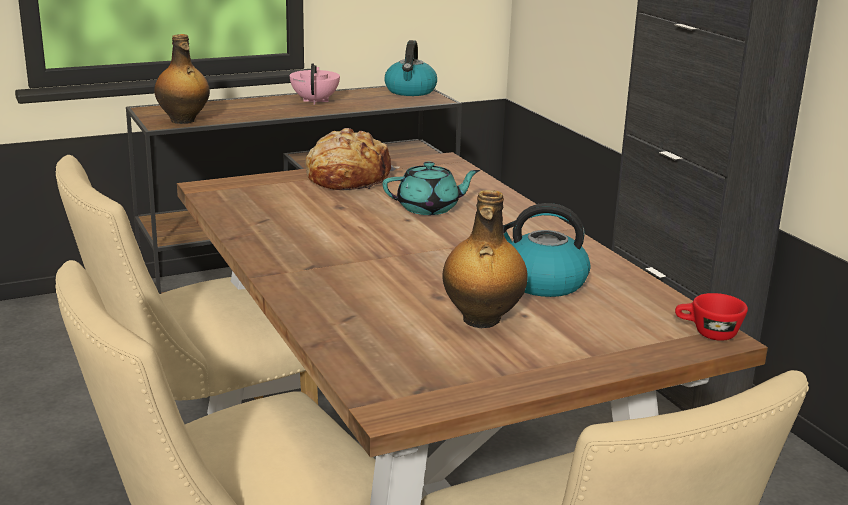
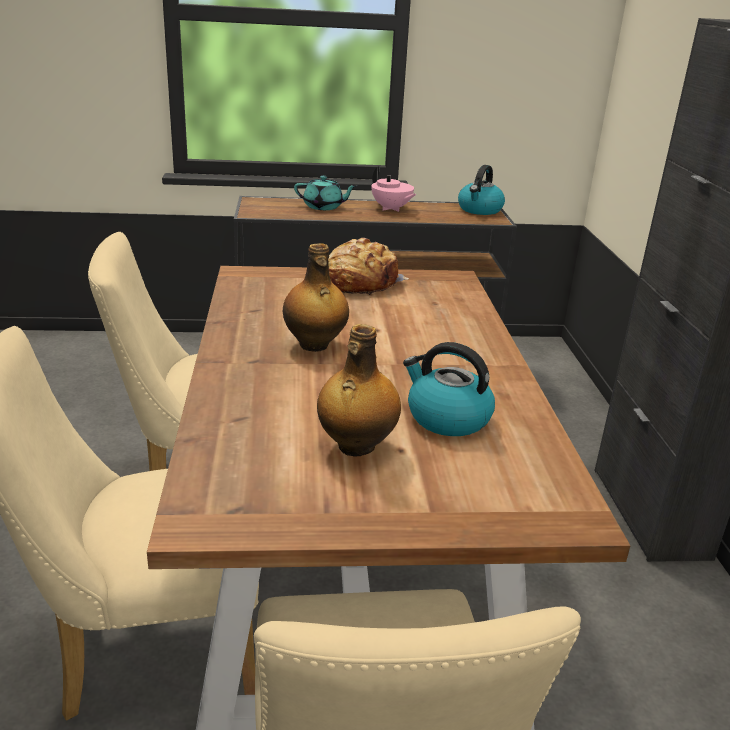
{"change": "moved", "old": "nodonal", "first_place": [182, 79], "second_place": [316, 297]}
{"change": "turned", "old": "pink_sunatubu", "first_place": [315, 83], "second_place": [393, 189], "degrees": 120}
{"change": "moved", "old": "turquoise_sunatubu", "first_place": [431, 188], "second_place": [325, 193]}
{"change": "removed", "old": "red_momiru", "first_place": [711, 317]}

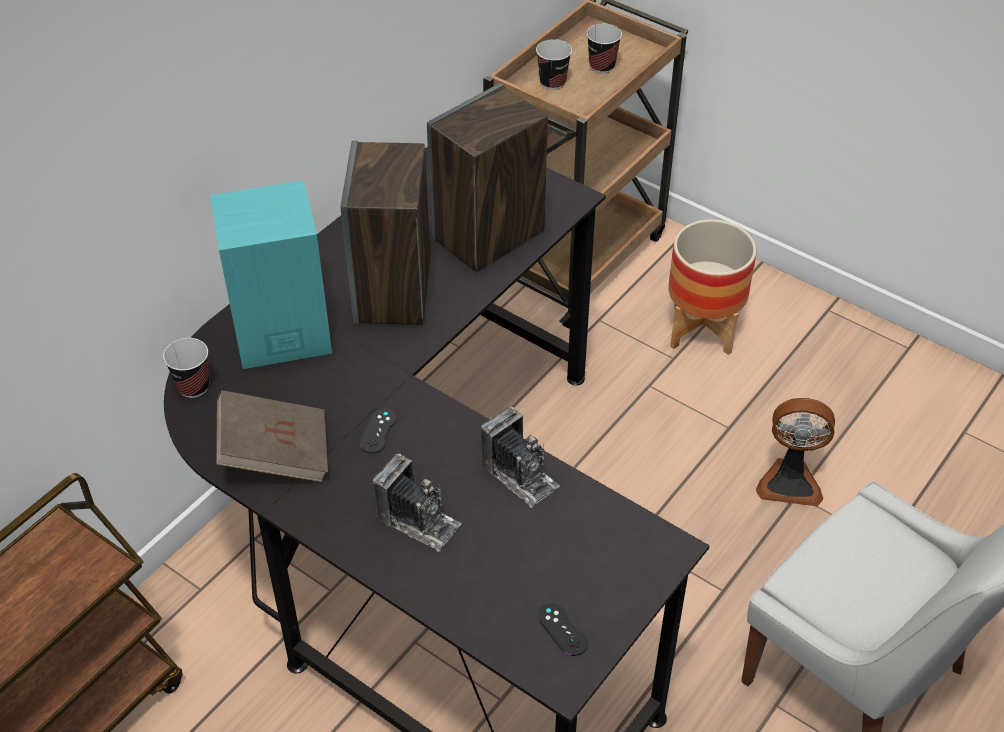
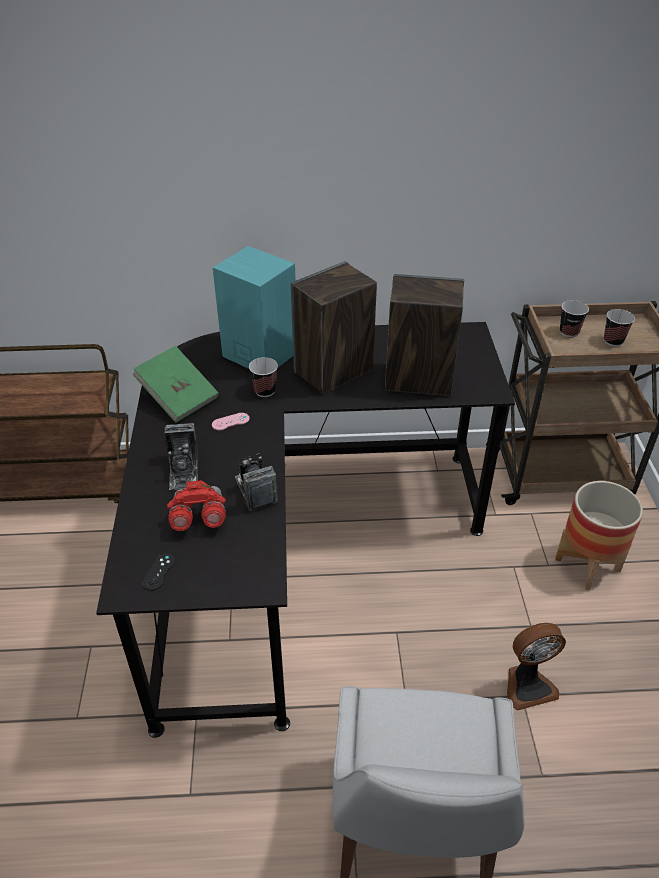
{"change": "moved", "old": "momiru", "first_place": [186, 368], "second_place": [263, 377]}
{"change": "recoloured", "old": "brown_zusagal", "new": "green_zusagal", "first_place": [272, 436], "second_place": [176, 384]}
{"change": "recoloured", "old": "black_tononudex", "new": "pink_tononudex", "first_place": [378, 431], "second_place": [230, 421]}
{"change": "turned", "old": "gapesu", "first_place": [520, 457], "second_place": [256, 482], "degrees": 150}
{"change": "turned", "old": "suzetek", "first_place": [795, 452], "second_place": [536, 667], "degrees": -75}
{"change": "added", "new": "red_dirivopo", "second_place": [196, 505]}

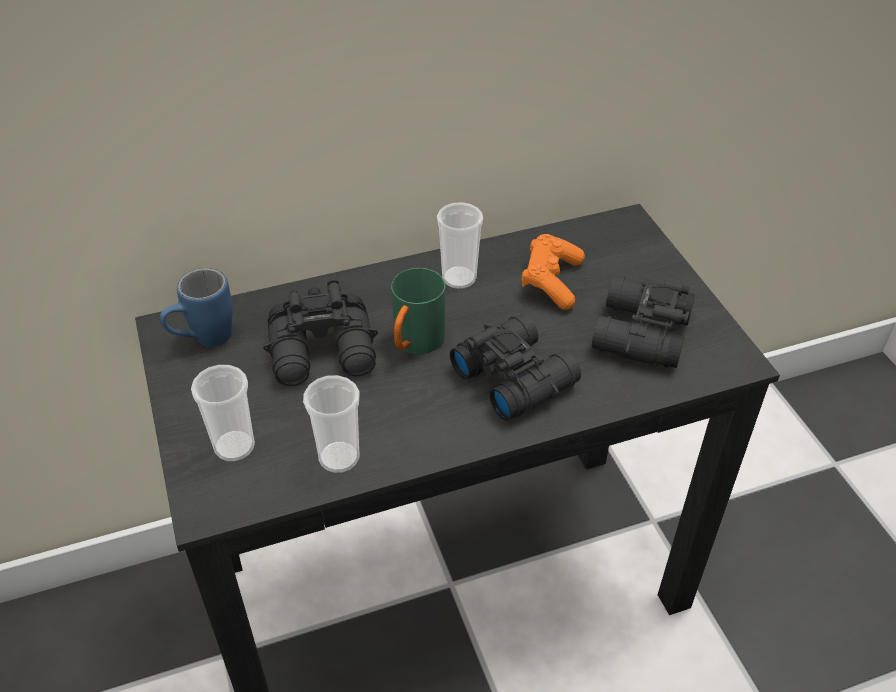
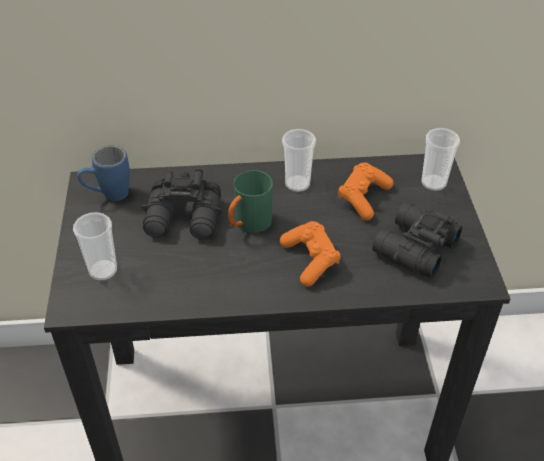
{"change": "moved", "old": "momiru", "first_place": [331, 424], "second_place": [440, 159]}
{"change": "replaced", "old": "black_dirivopo", "new": "orange_tononudex", "first_place": [515, 367], "second_place": [310, 254]}

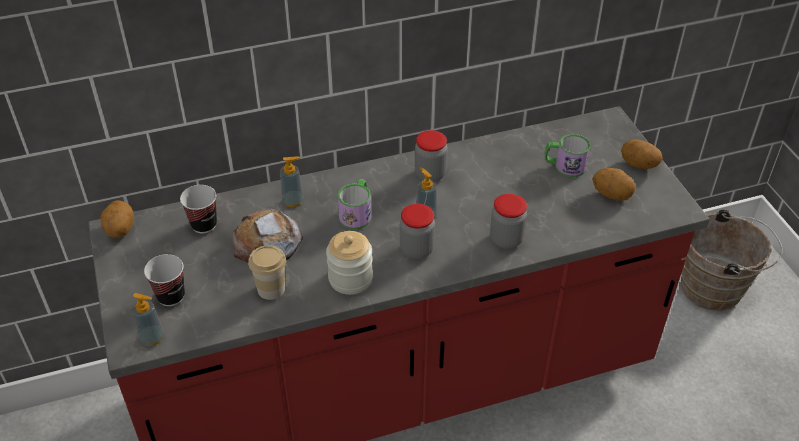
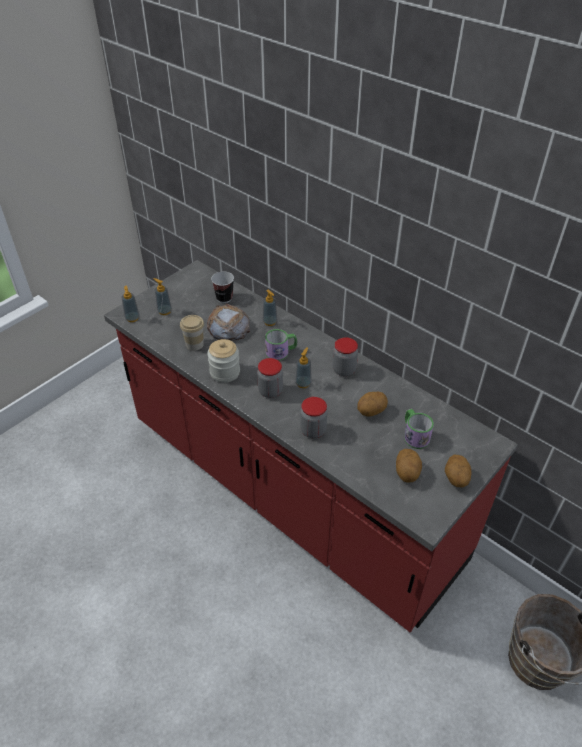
{"change": "moved", "old": "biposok", "first_place": [117, 218], "second_place": [372, 404]}
{"change": "replaced", "old": "momiru", "new": "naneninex", "first_place": [164, 280], "second_place": [163, 296]}

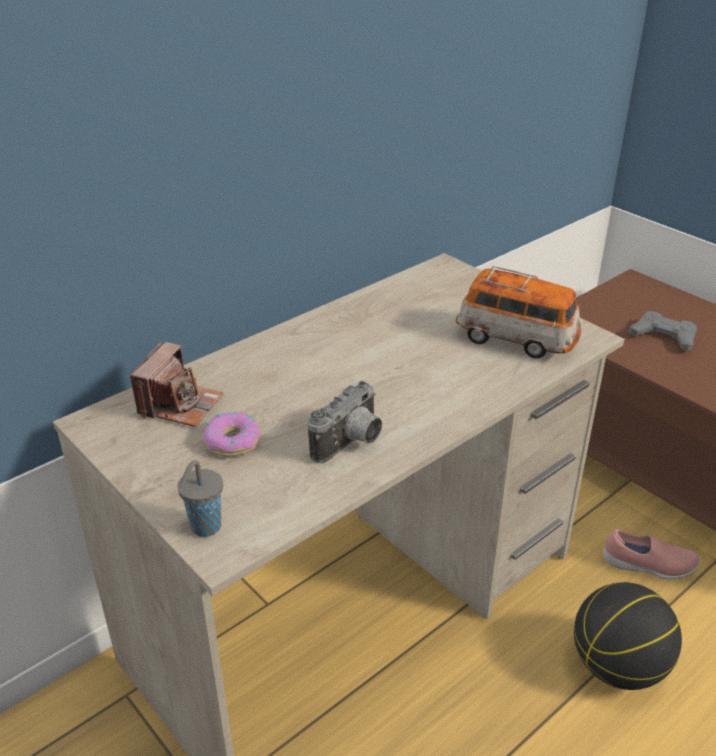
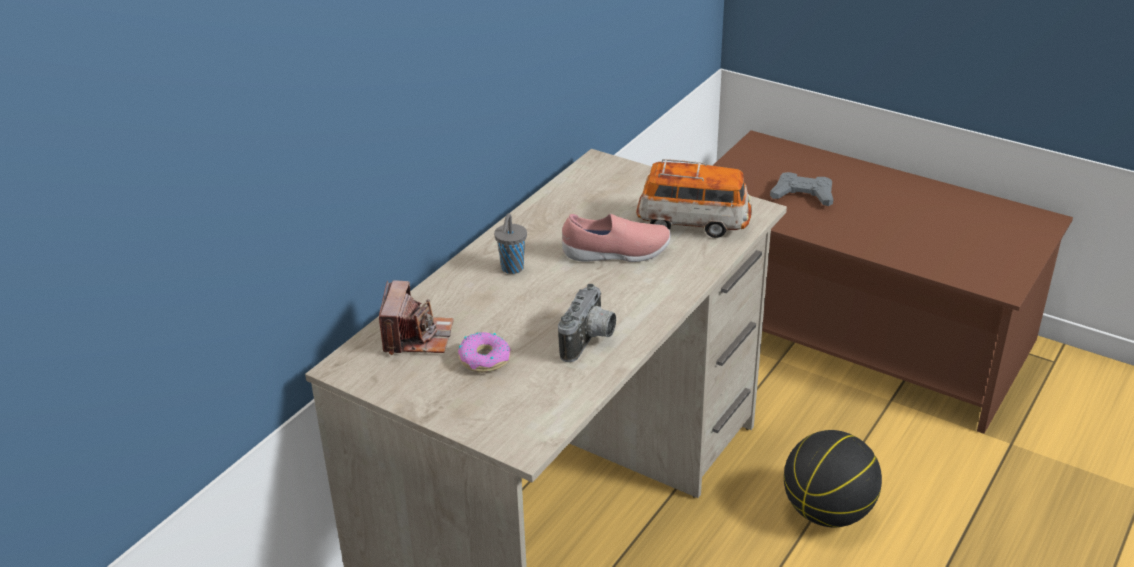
{"change": "moved", "old": "grey_momiru", "first_place": [200, 498], "second_place": [510, 243]}
{"change": "moved", "old": "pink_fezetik", "first_place": [651, 554], "second_place": [616, 238]}

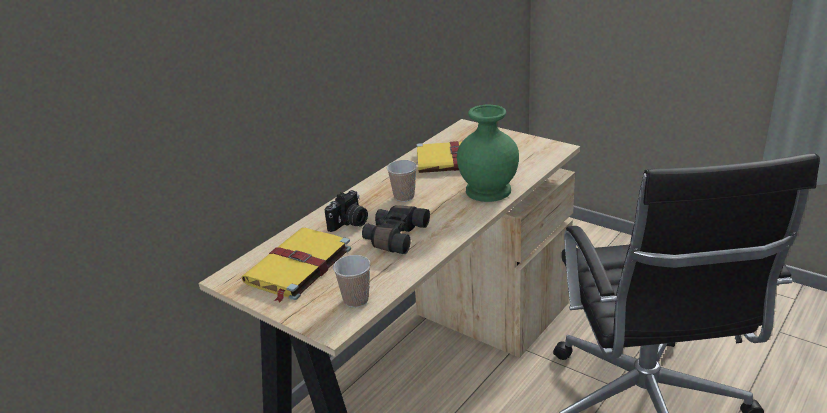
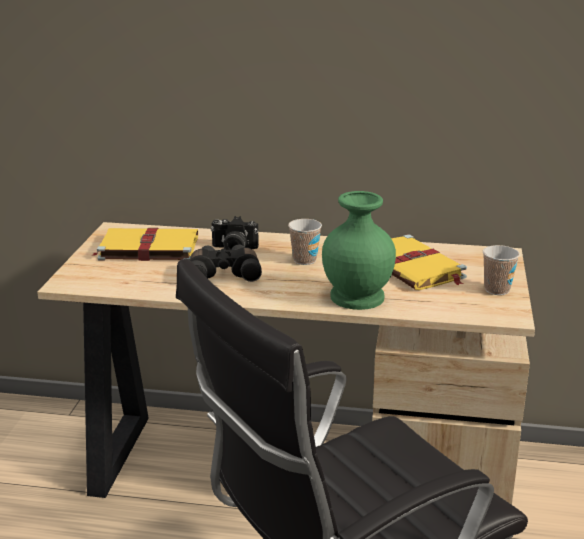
{"change": "moved", "old": "momiru", "first_place": [352, 281], "second_place": [501, 270]}

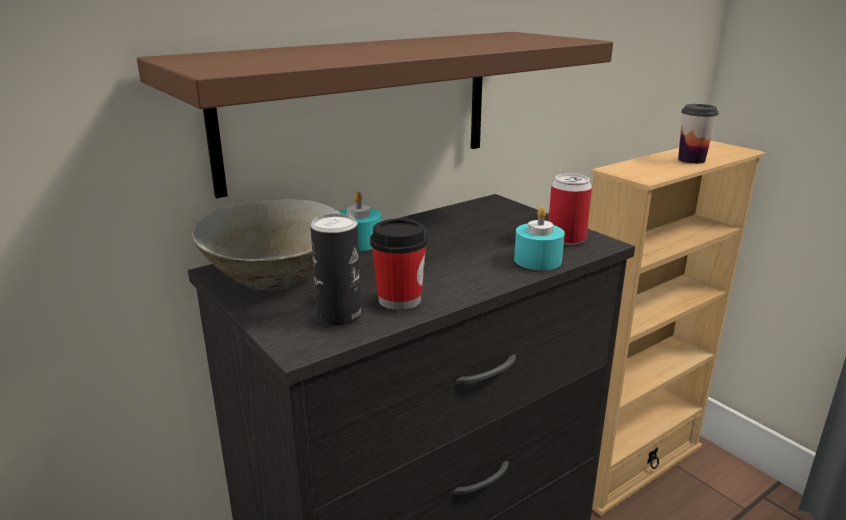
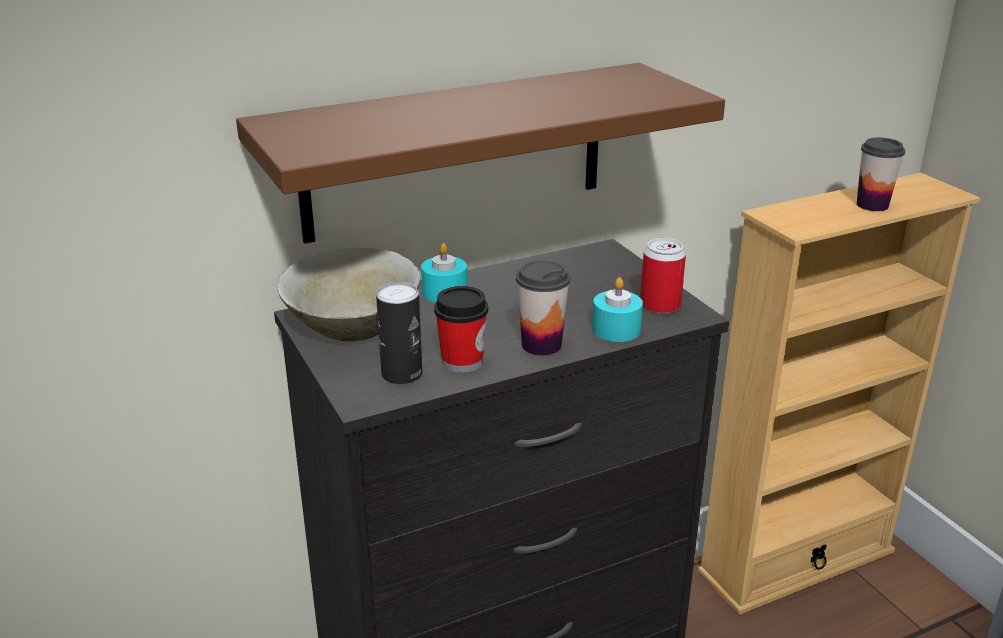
{"change": "added", "new": "momiru", "second_place": [543, 308]}

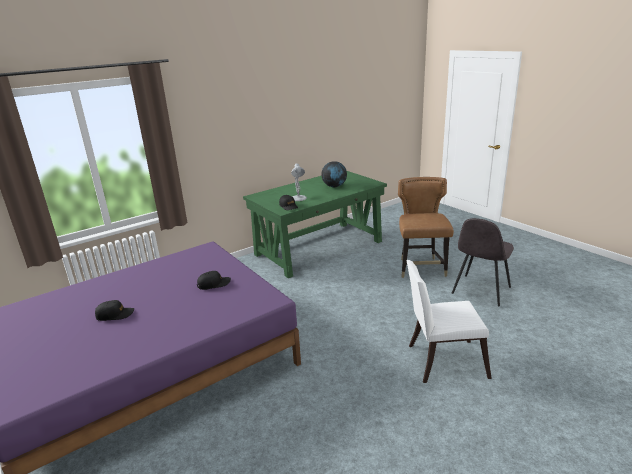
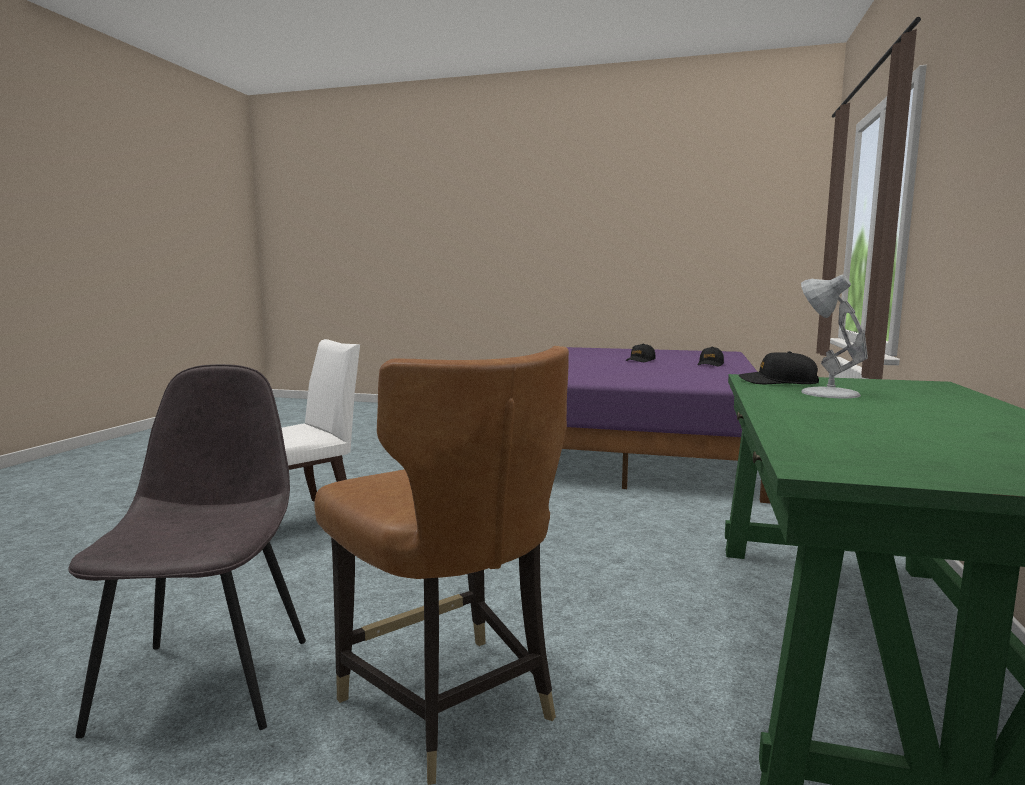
{"change": "moved", "old": "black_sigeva", "first_place": [214, 280], "second_place": [710, 356]}
{"change": "removed", "old": "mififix", "first_place": [334, 174]}

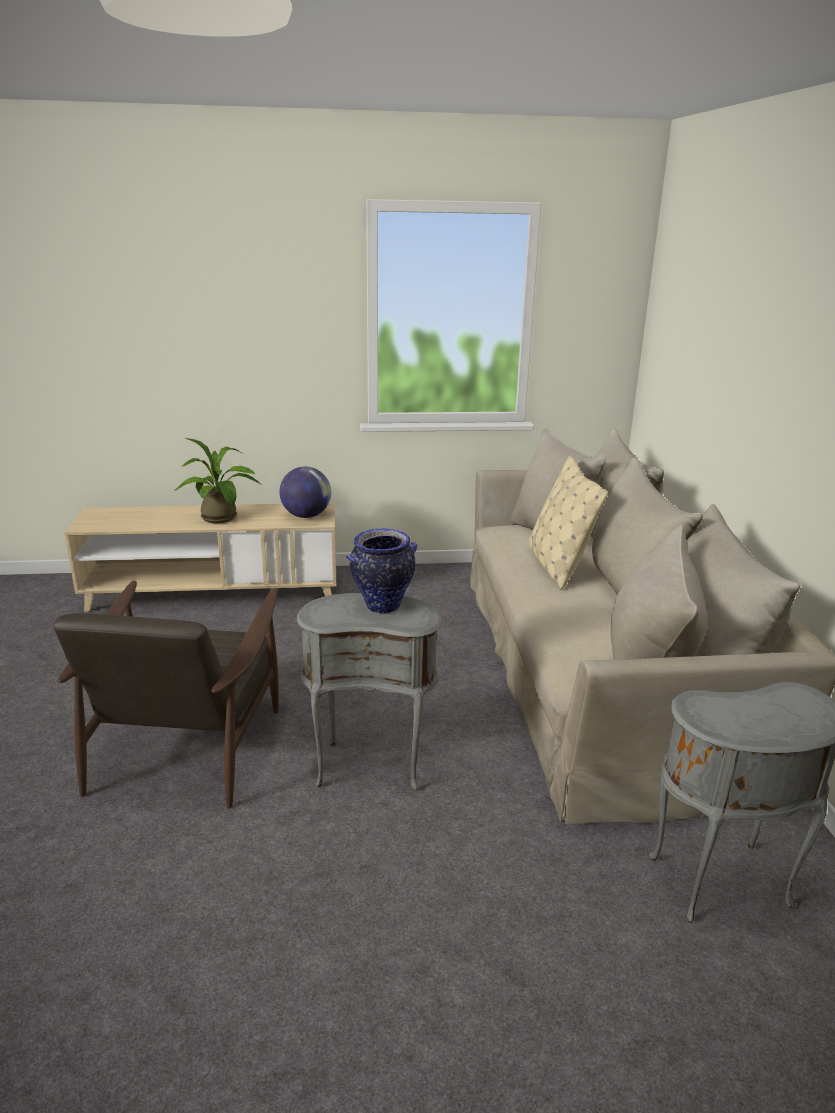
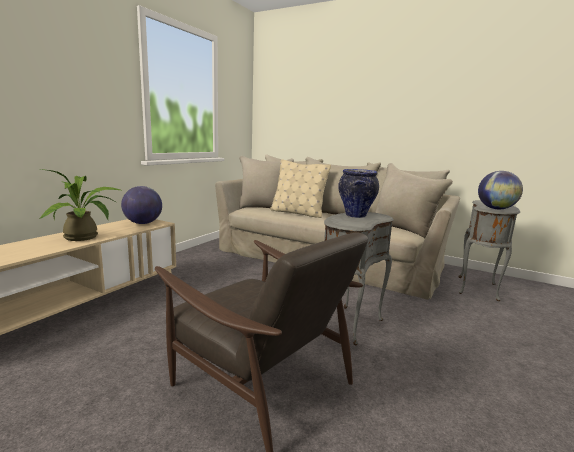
{"change": "added", "new": "mififix", "second_place": [500, 190]}

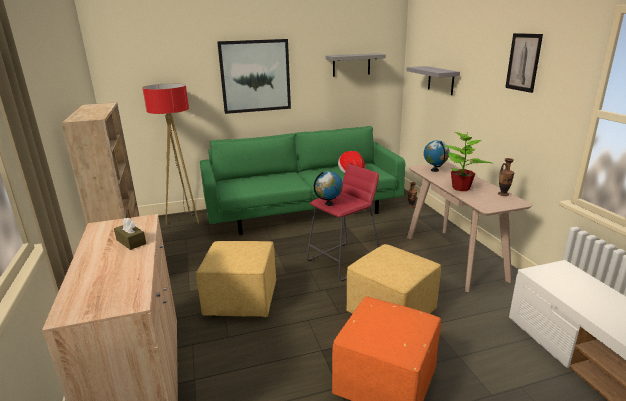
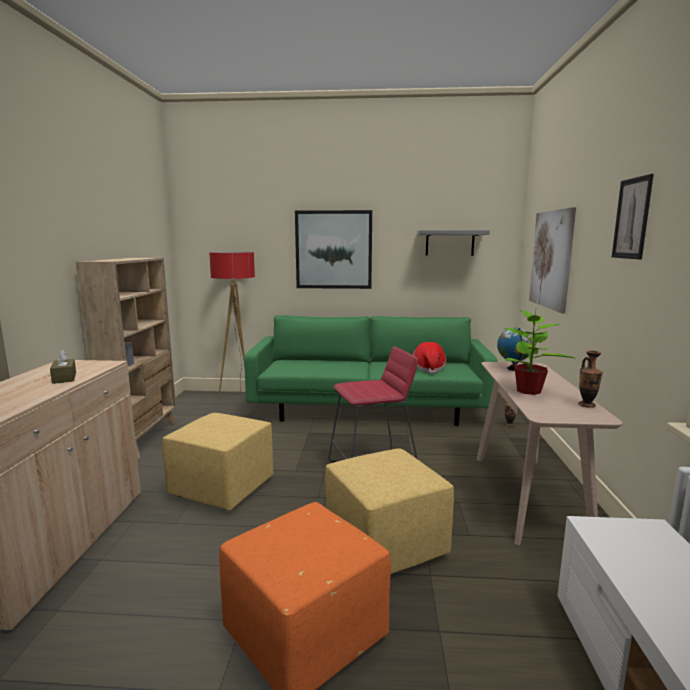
{"change": "removed", "old": "mififix", "first_place": [328, 188]}
{"change": "replaced", "old": "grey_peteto", "new": "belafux", "first_place": [433, 80], "second_place": [552, 260]}

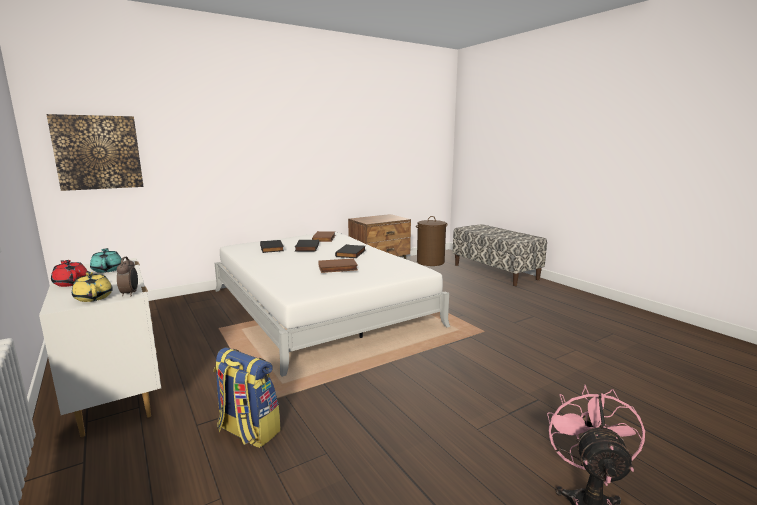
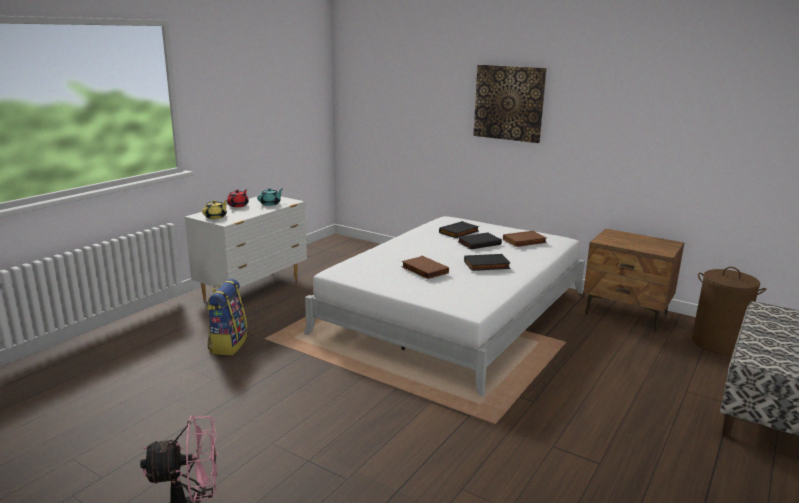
{"change": "moved", "old": "belafux", "first_place": [95, 152], "second_place": [510, 104]}
{"change": "removed", "old": "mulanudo", "first_place": [127, 276]}

